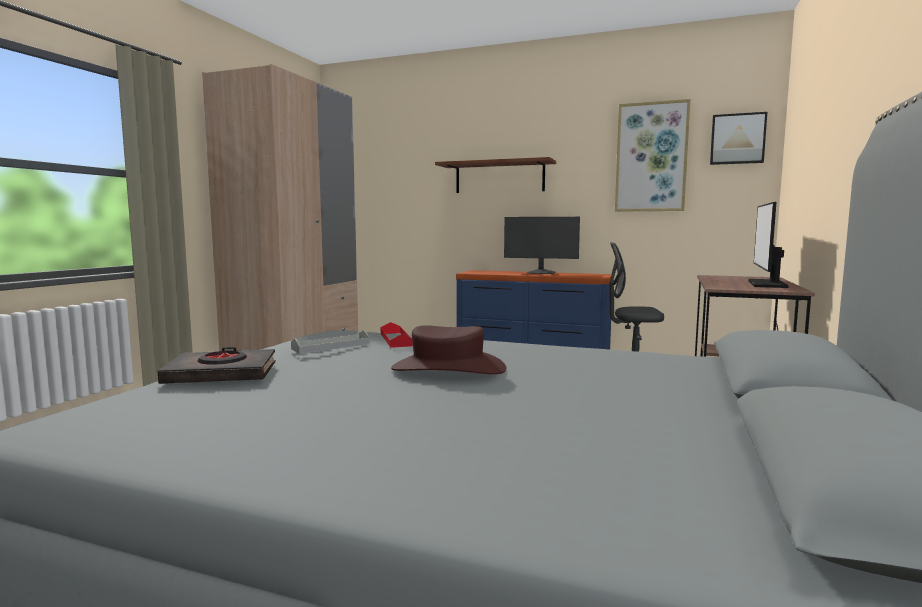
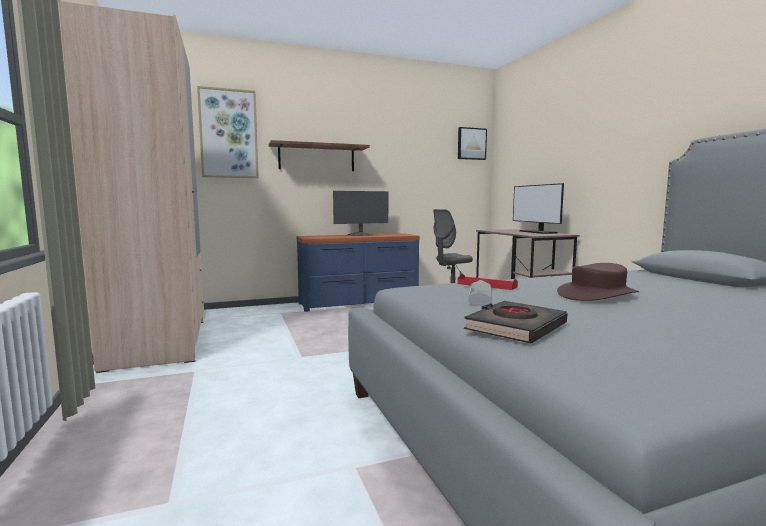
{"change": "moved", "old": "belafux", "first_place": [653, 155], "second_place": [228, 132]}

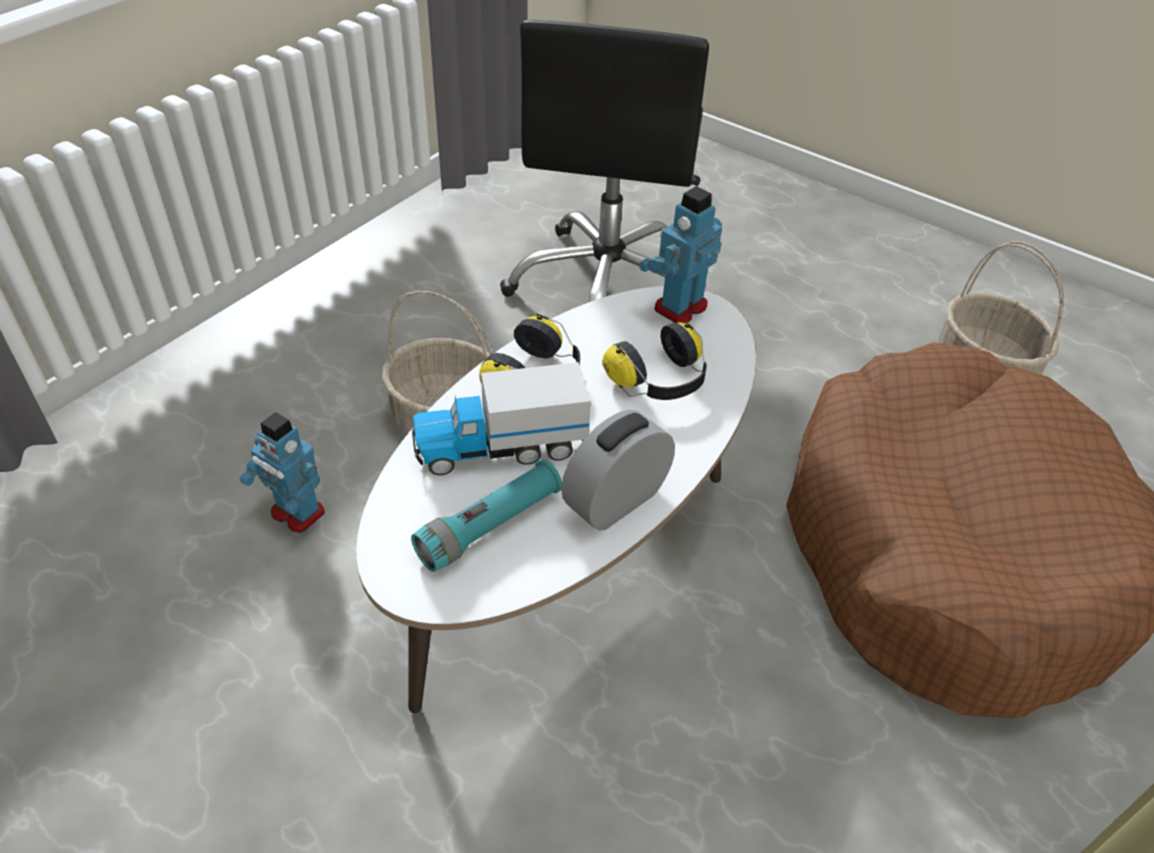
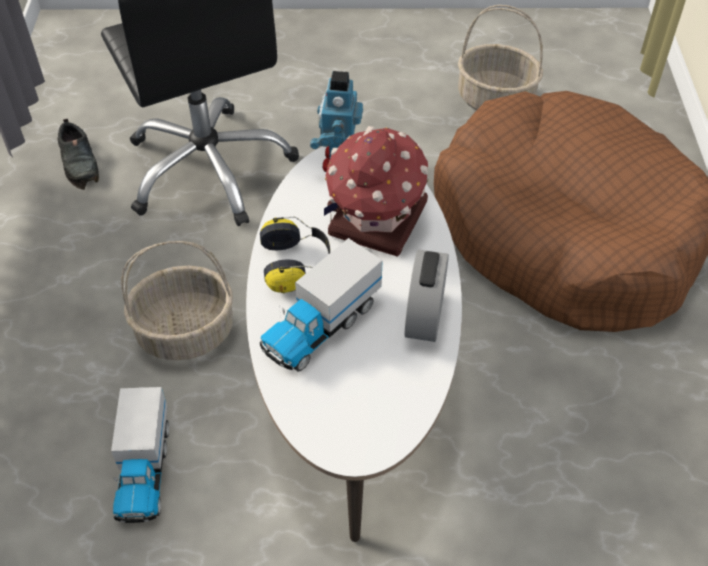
{"change": "replaced", "old": "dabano", "new": "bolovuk", "first_place": [282, 472], "second_place": [140, 455]}
{"change": "removed", "old": "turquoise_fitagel", "first_place": [486, 516]}
{"change": "replaced", "old": "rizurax", "new": "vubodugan", "first_place": [654, 360], "second_place": [376, 191]}
{"change": "added", "new": "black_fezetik", "second_place": [78, 154]}

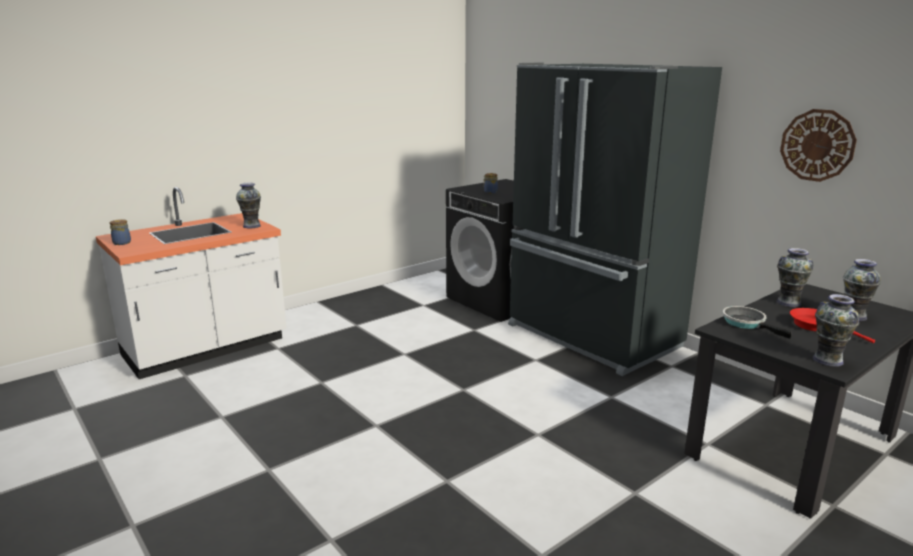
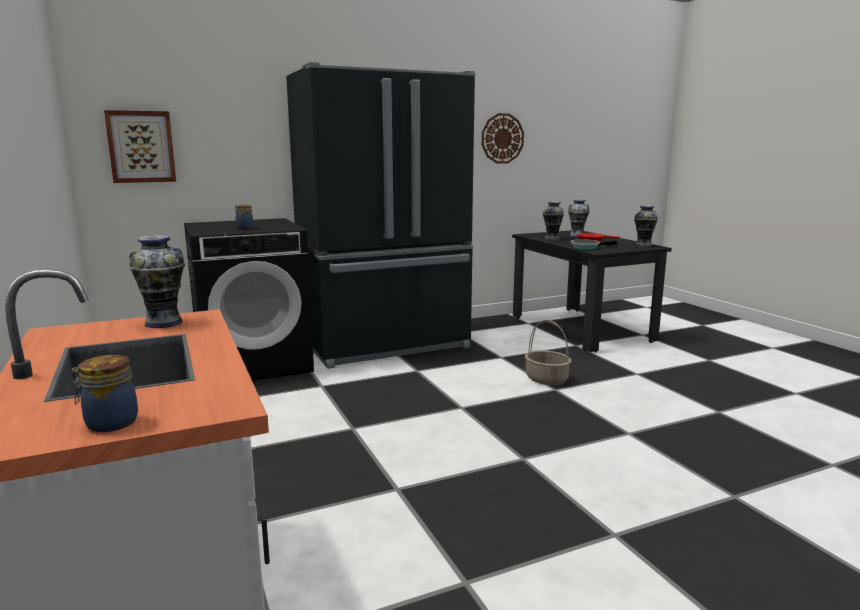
{"change": "added", "new": "belafux", "second_place": [140, 146]}
{"change": "added", "new": "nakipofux", "second_place": [548, 352]}

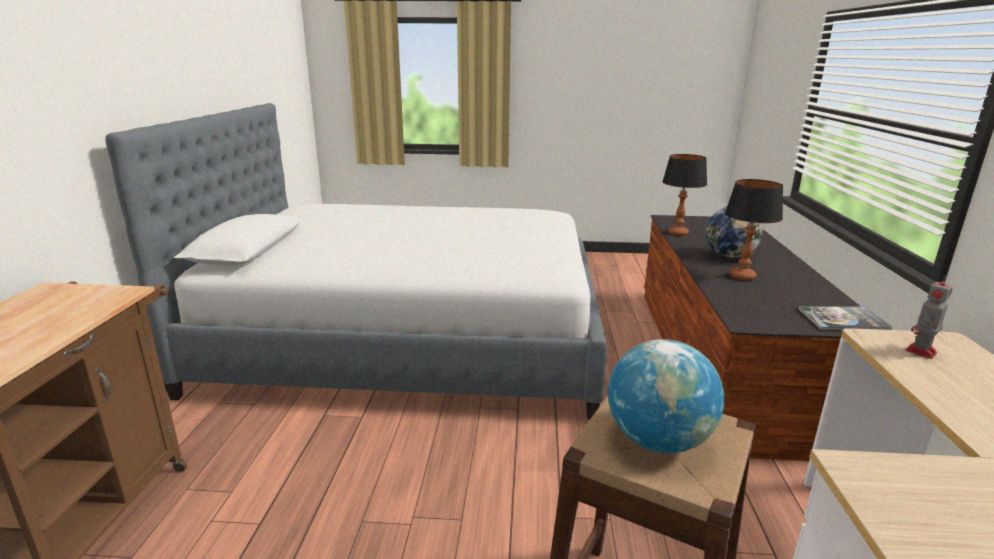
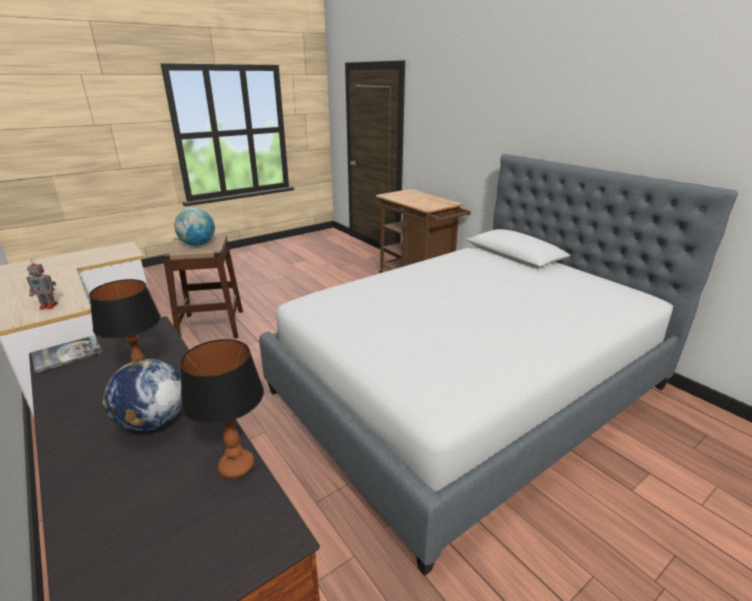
{"change": "turned", "old": "dabano", "first_place": [929, 317], "second_place": [42, 284], "degrees": 75}

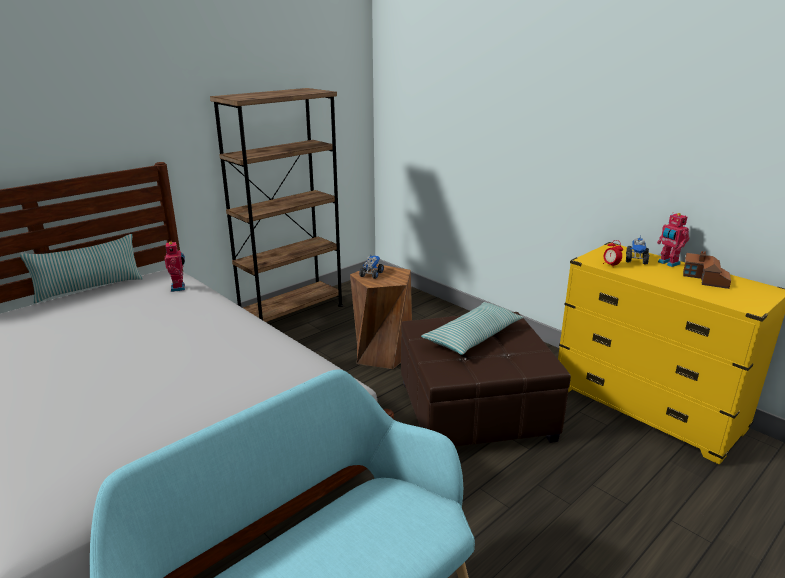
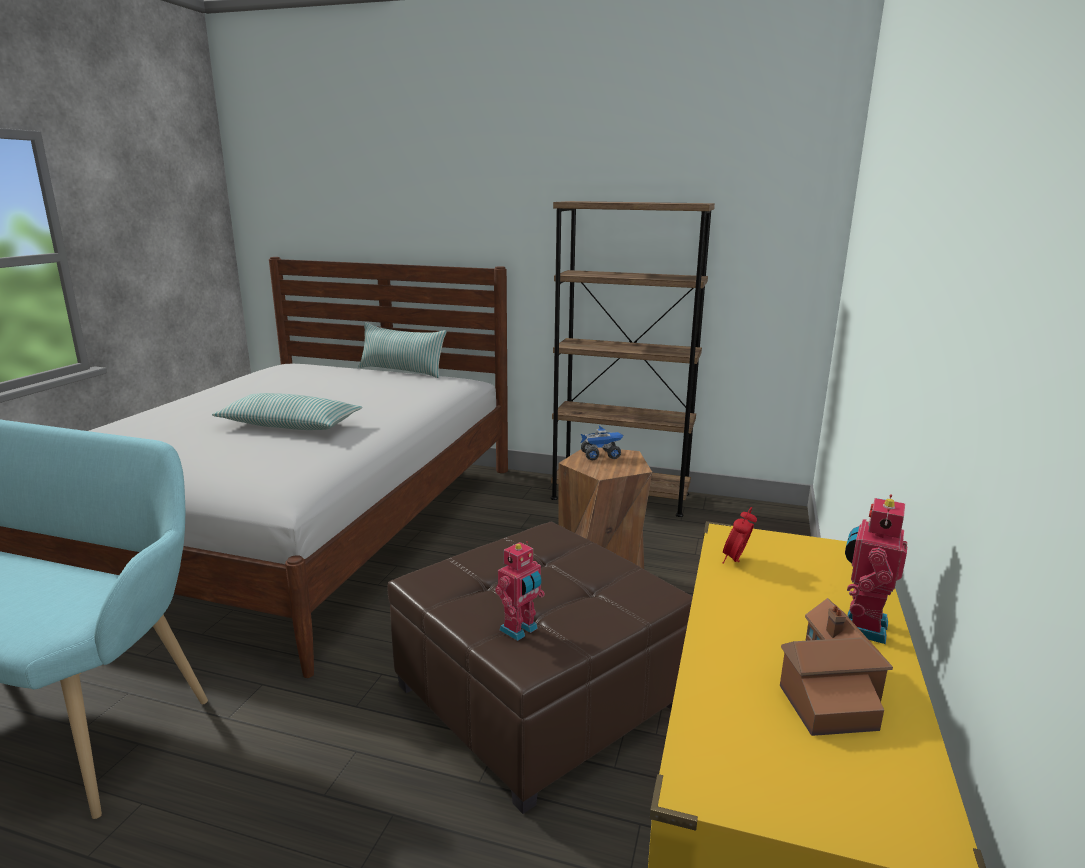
{"change": "moved", "old": "dabano", "first_place": [175, 266], "second_place": [520, 591]}
{"change": "moved", "old": "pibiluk", "first_place": [472, 328], "second_place": [287, 411]}
{"change": "removed", "old": "bolovuk", "first_place": [637, 250]}

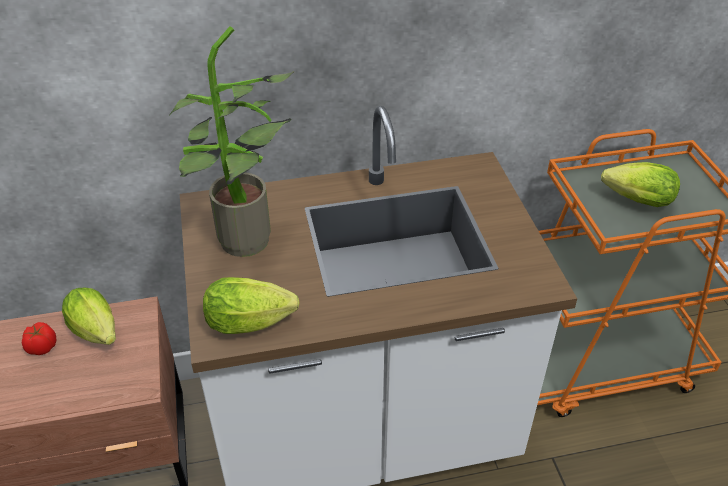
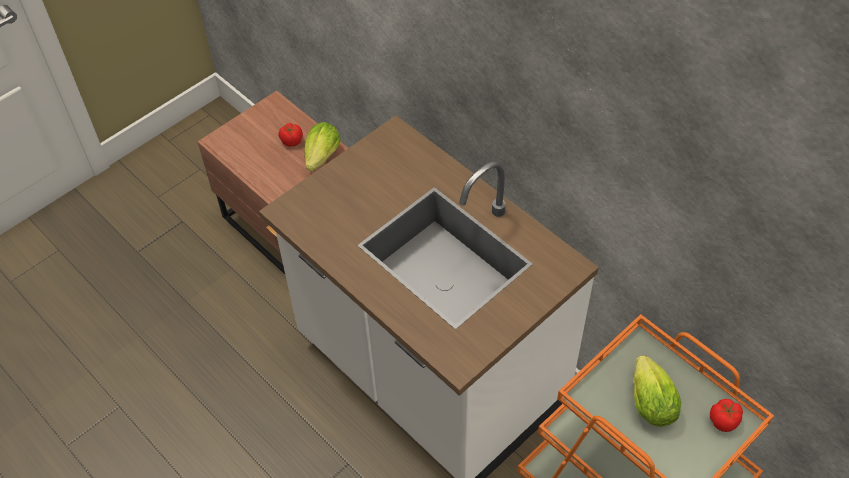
{"change": "removed", "old": "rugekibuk", "first_place": [232, 141]}
{"change": "removed", "old": "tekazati", "first_place": [251, 305]}
{"change": "added", "new": "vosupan", "second_place": [726, 415]}

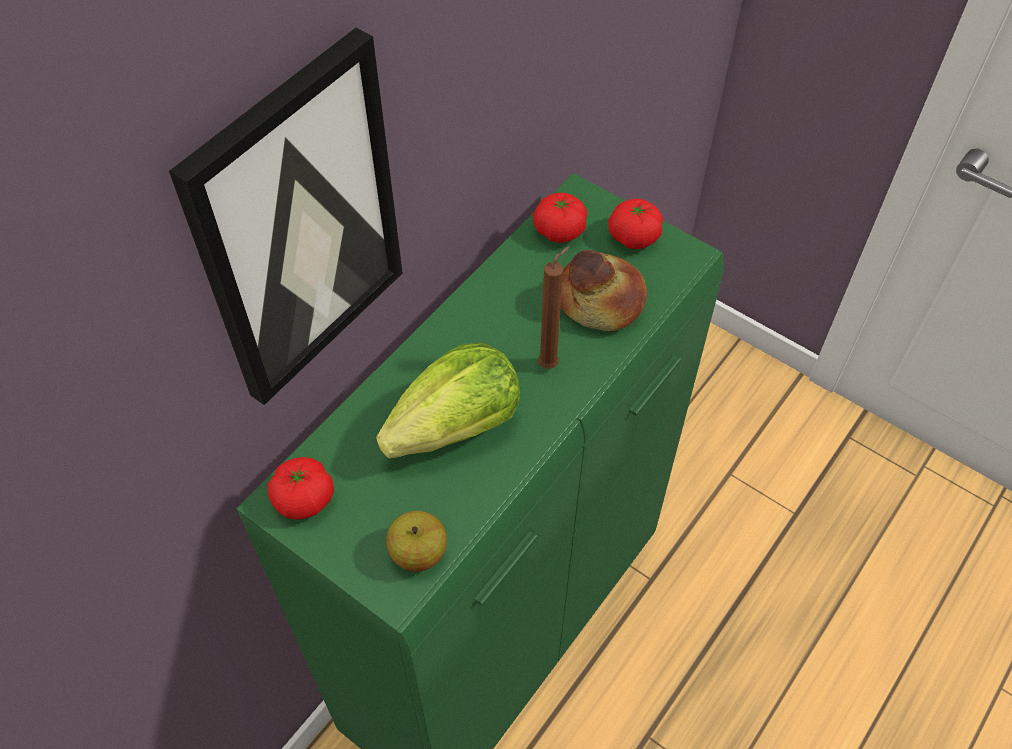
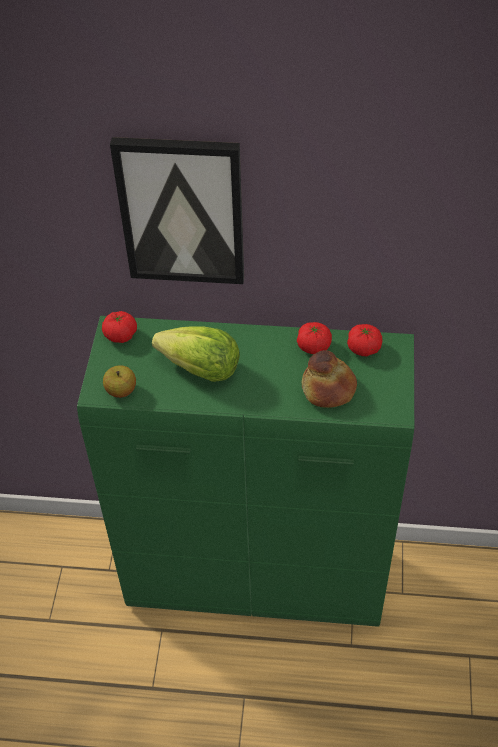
{"change": "removed", "old": "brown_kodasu", "first_place": [554, 307]}
{"change": "moved", "old": "vosupan", "first_place": [635, 224], "second_place": [314, 338]}

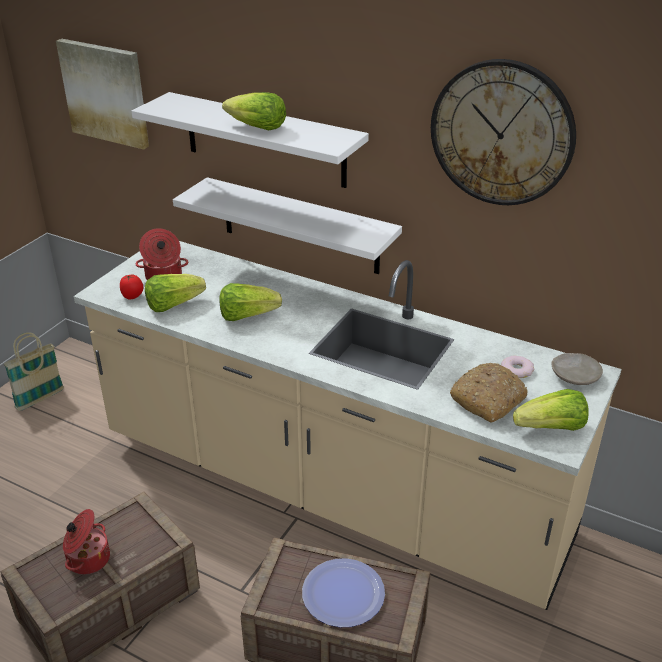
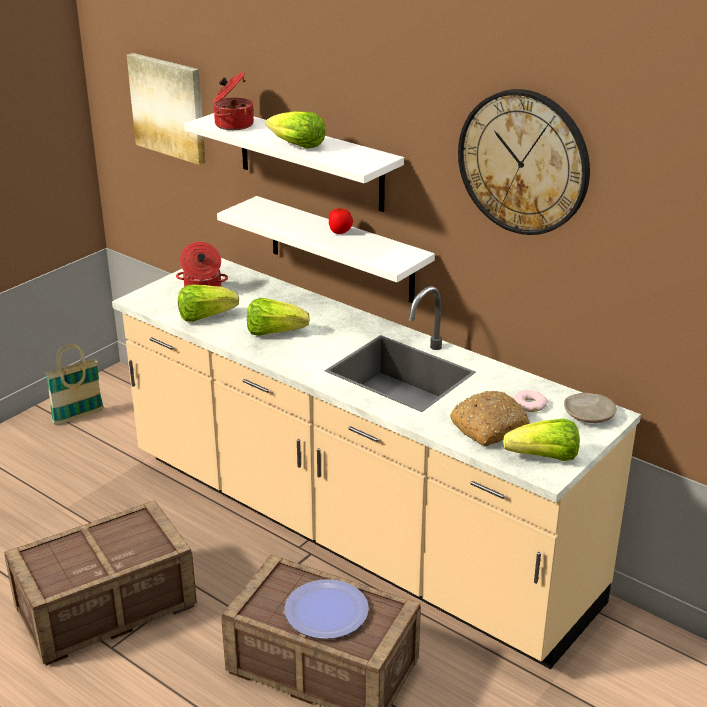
{"change": "moved", "old": "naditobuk", "first_place": [86, 542], "second_place": [234, 101]}
{"change": "moved", "old": "vosupan", "first_place": [131, 287], "second_place": [341, 221]}

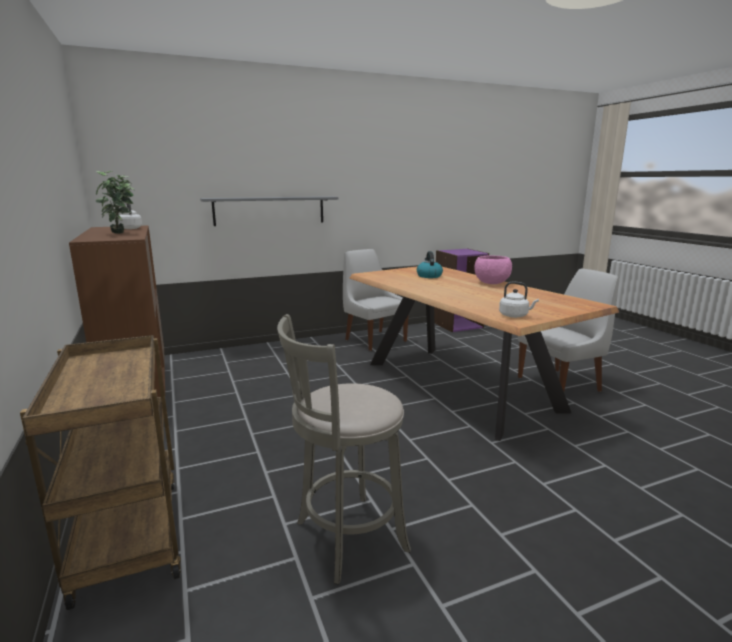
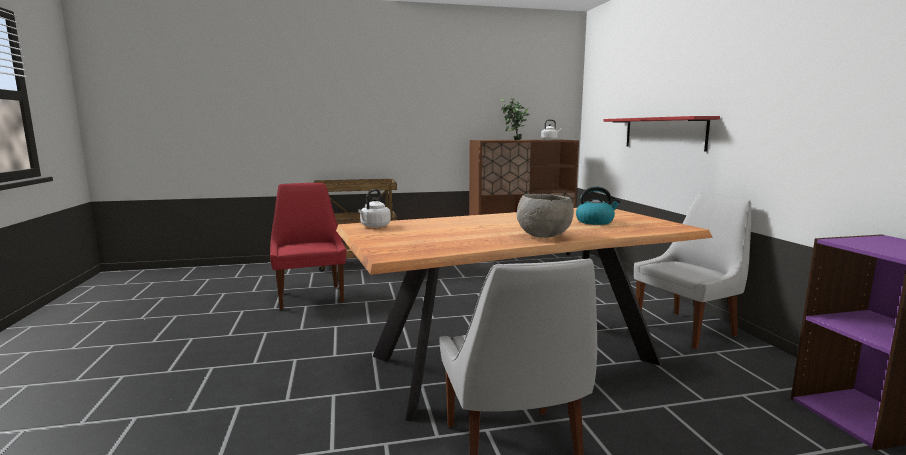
{"change": "recoloured", "old": "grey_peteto", "new": "red_peteto", "first_place": [269, 211], "second_place": [662, 134]}
{"change": "replaced", "old": "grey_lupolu", "new": "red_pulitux", "first_place": [344, 449], "second_place": [308, 246]}
{"change": "recoloured", "old": "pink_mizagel", "new": "grey_mizagel", "first_place": [493, 269], "second_place": [545, 216]}

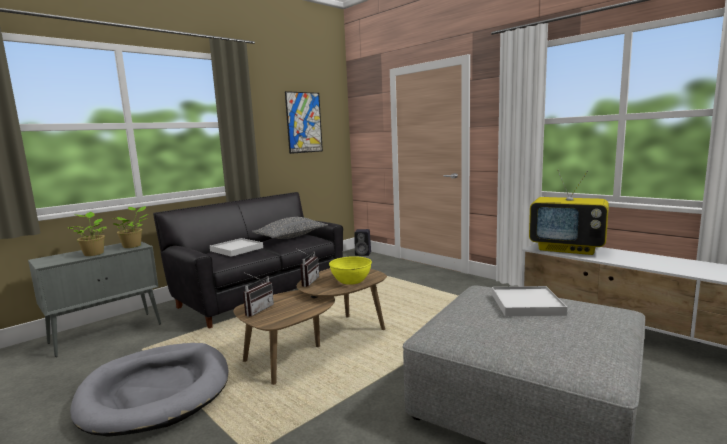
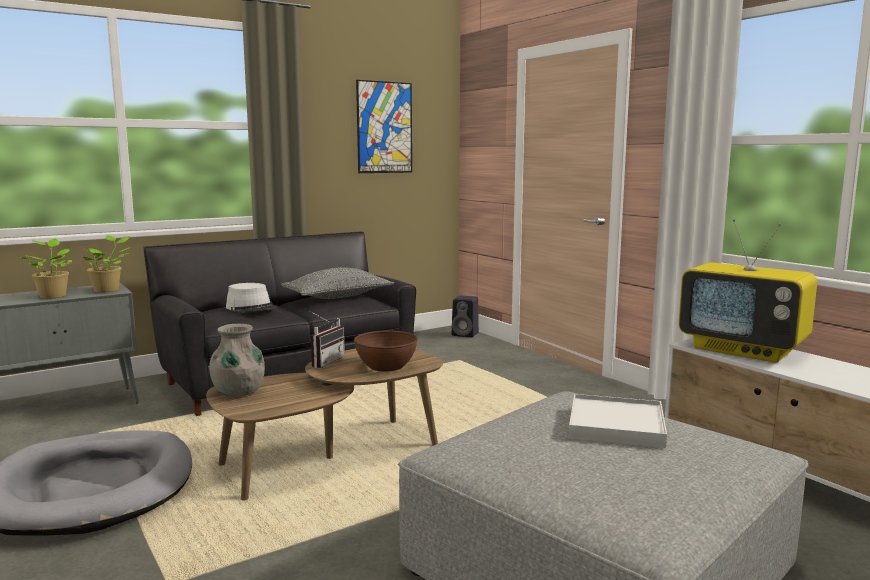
{"change": "replaced", "old": "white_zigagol", "new": "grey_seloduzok", "first_place": [236, 247], "second_place": [251, 298]}
{"change": "replaced", "old": "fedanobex", "new": "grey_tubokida", "first_place": [258, 295], "second_place": [237, 360]}
{"change": "recoloured", "old": "yellow_mizagel", "new": "brown_mizagel", "first_place": [350, 270], "second_place": [386, 350]}

